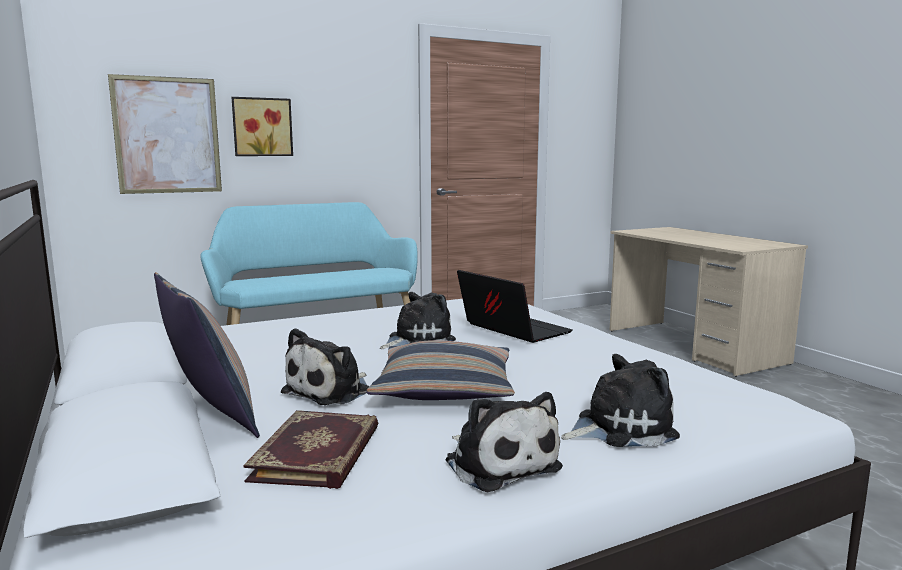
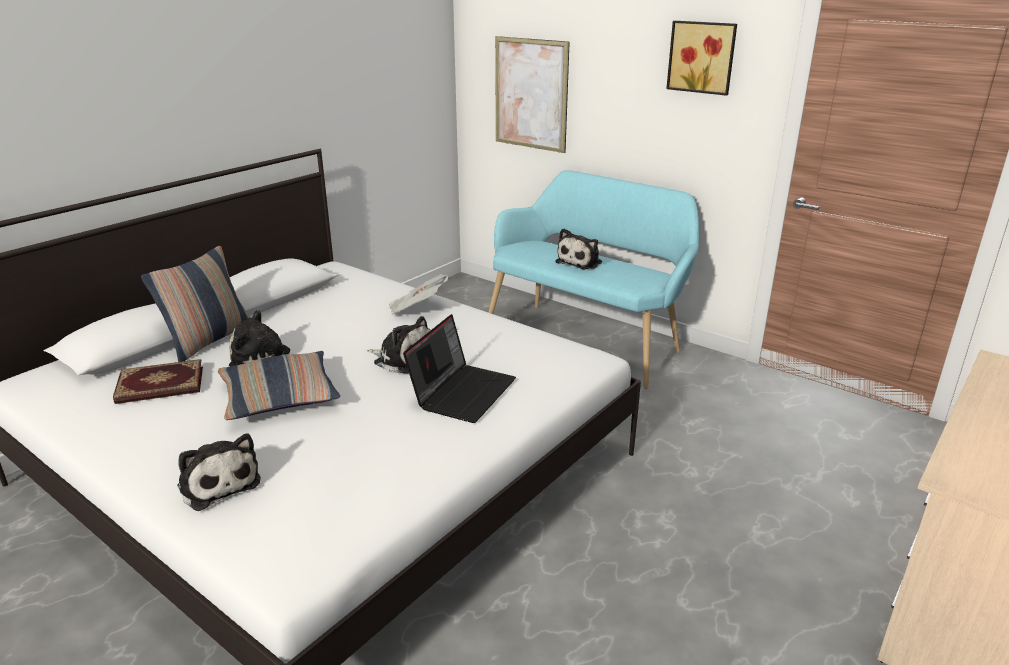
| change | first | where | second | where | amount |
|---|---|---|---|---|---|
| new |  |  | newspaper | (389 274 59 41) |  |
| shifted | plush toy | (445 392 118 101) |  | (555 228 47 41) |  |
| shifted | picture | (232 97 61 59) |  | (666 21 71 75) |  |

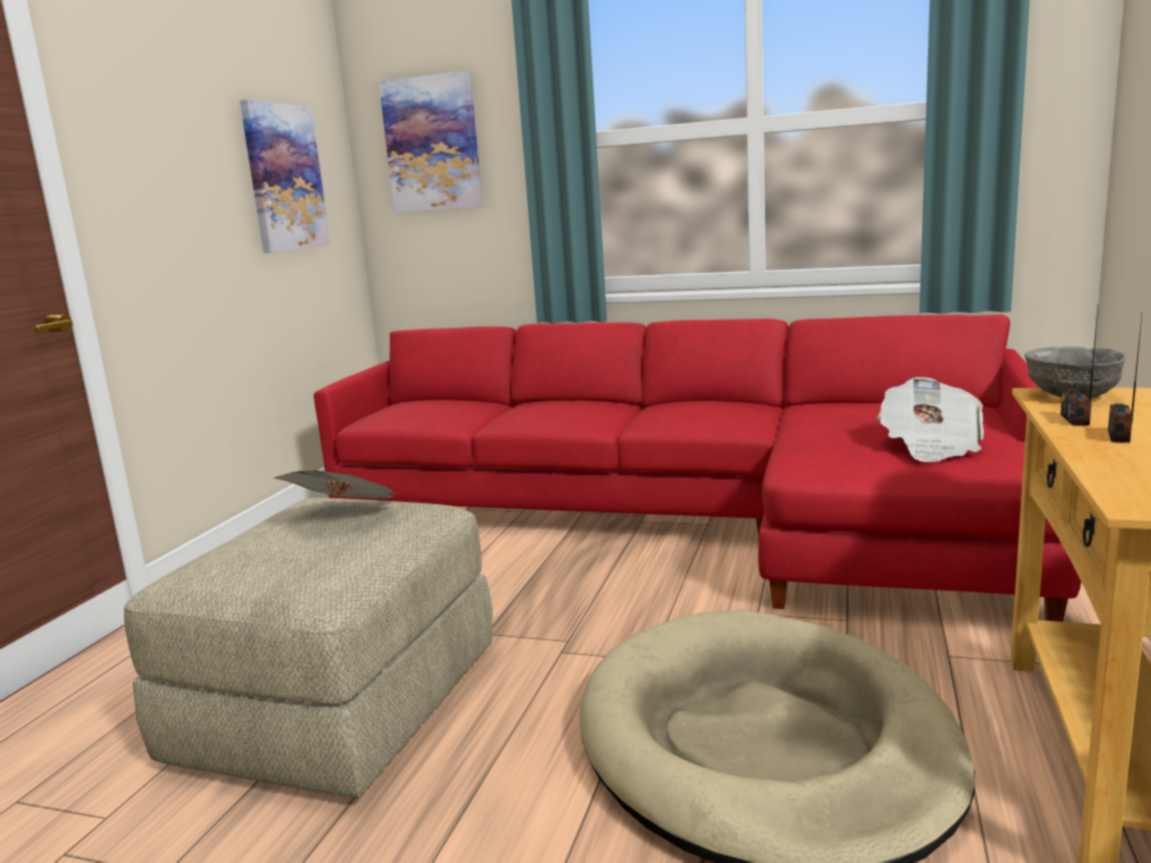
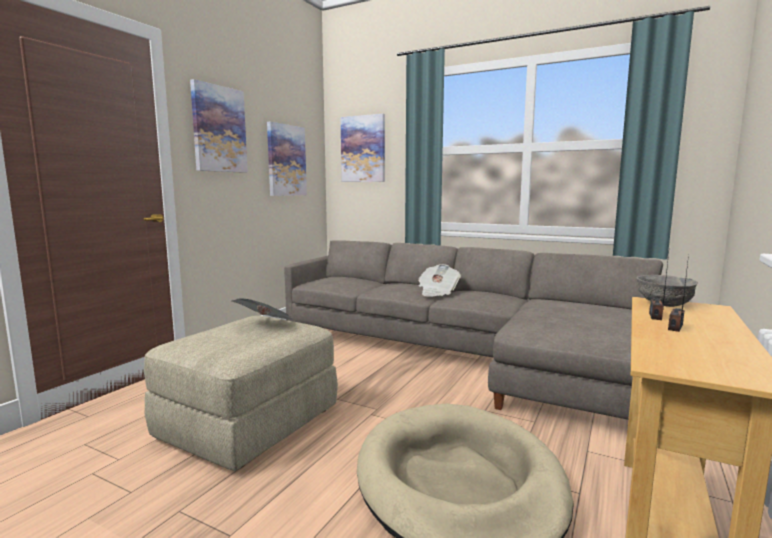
| change | first | where | second | where | amount |
|---|---|---|---|---|---|
| new |  |  | picture | (190 79 58 94) |  |
| repainted | red sofa | (314 314 767 308) | grey sofa | (284 240 379 180) |  |
| shifted | newspaper | (878 377 106 85) |  | (418 264 43 33) |  |

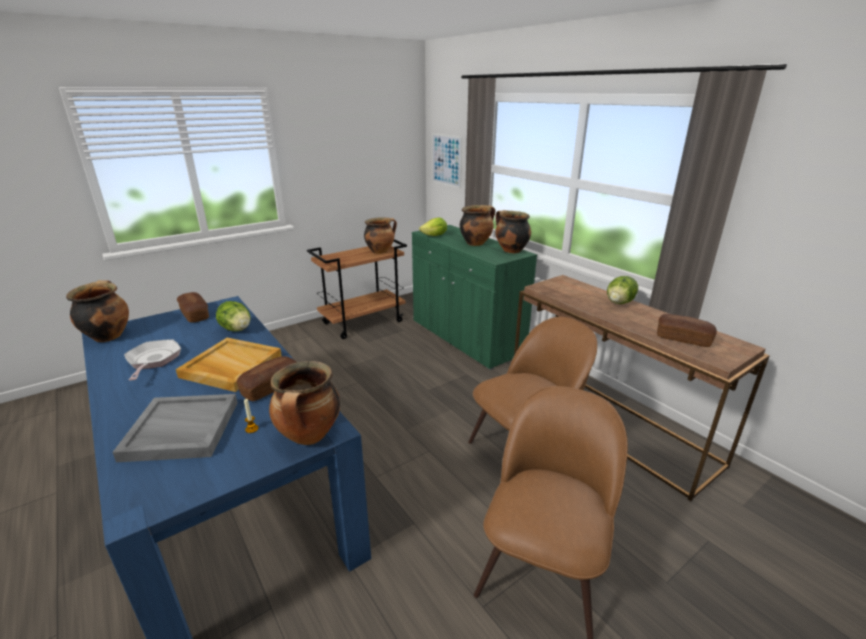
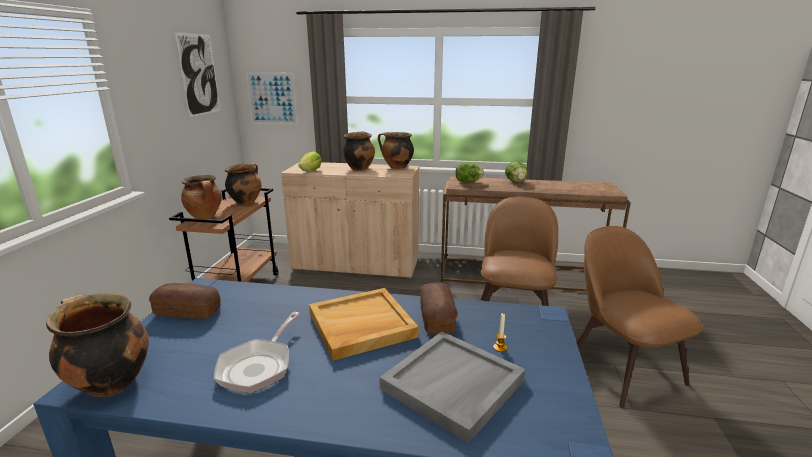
| change | first | where | second | where | amount |
|---|---|---|---|---|---|
| new |  |  | picture | (175 32 46 85) |  |
| shifted | cooking pot | (269 361 71 84) |  | (181 175 41 44) |  |
| rotated | frying pan | (124 339 57 42) |  | (214 312 86 81) | 105 degrees counterclockwise |
| repainted | green cabinet | (412 225 125 145) | beige cabinet | (281 162 138 117) |  |
| shifted | lettuce | (216 301 34 31) |  | (456 162 28 21) |  |
| gone | bread | (657 314 60 33) |  |  |  |

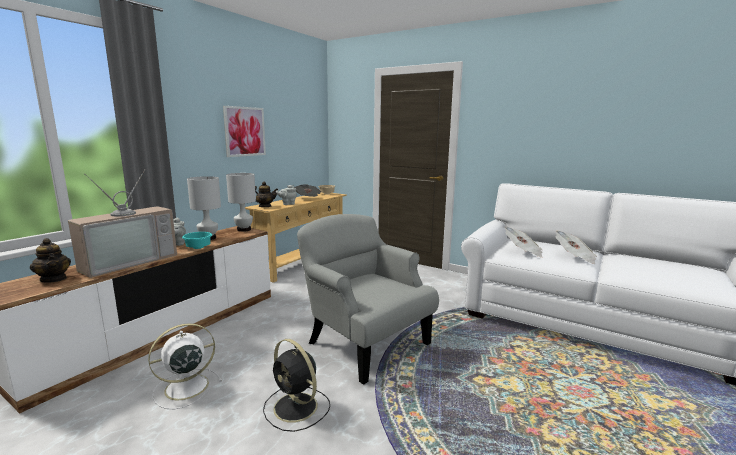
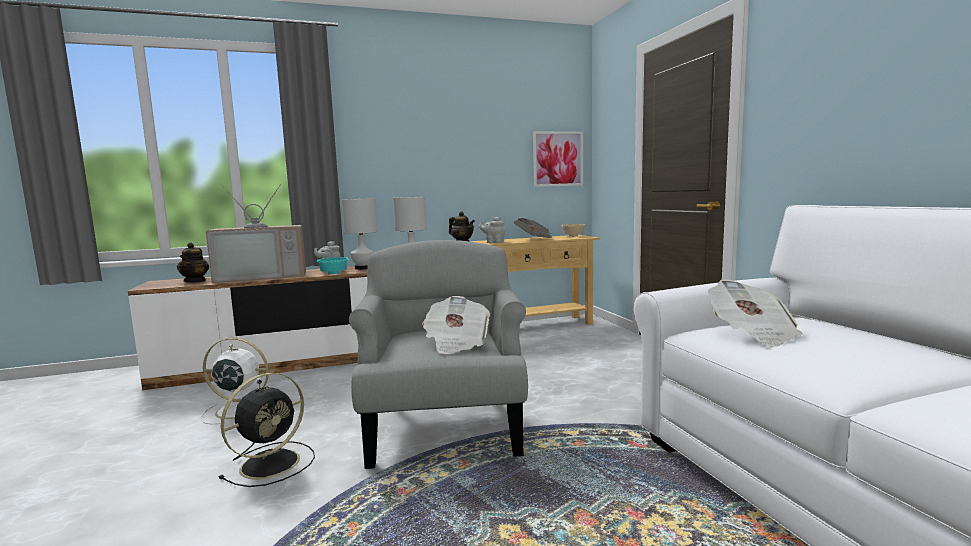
| change | first | where | second | where | amount |
|---|---|---|---|---|---|
| rotated | black fan | (263 339 67 93) |  | (219 373 96 114) | 135 degrees counterclockwise |
| shifted | newspaper | (556 230 41 34) |  | (422 296 68 58) |  |
| shifted | picture | (223 106 43 51) |  | (533 131 50 56) |  |

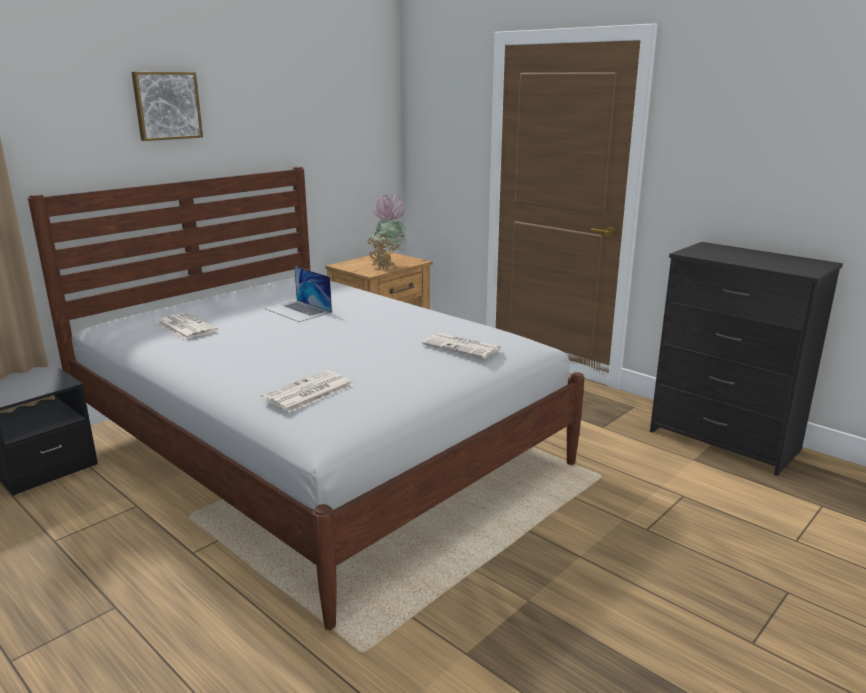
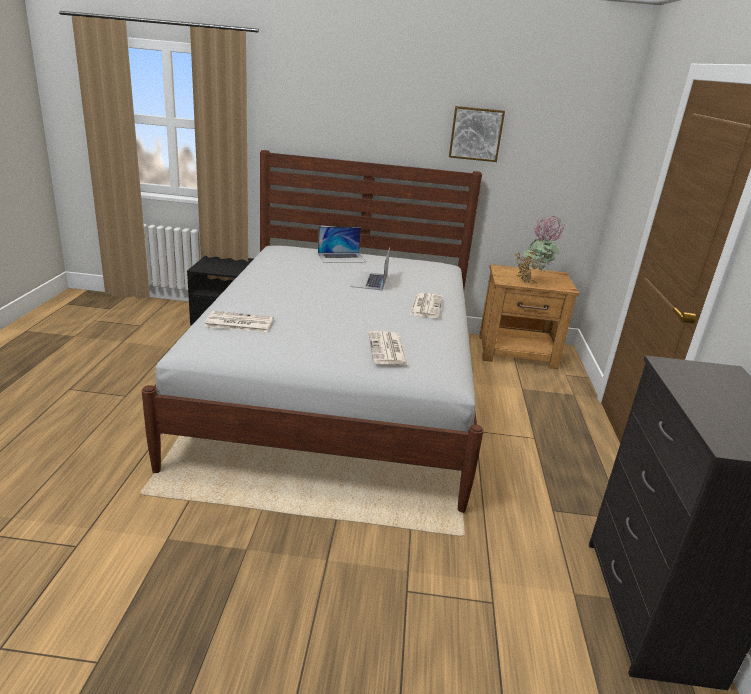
| change | first | where | second | where | amount |
|---|---|---|---|---|---|
| new |  |  | laptop | (318 227 48 36) |  |
| shifted | newspaper | (156 313 62 27) |  | (410 293 33 25) |  |
| shifted | picture | (131 72 72 69) |  | (449 106 56 56) |  |

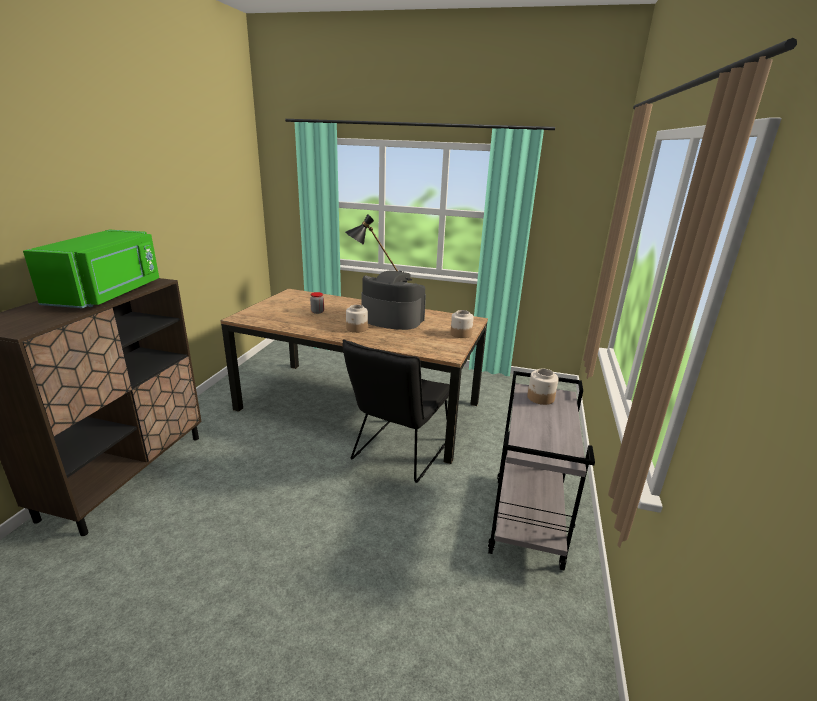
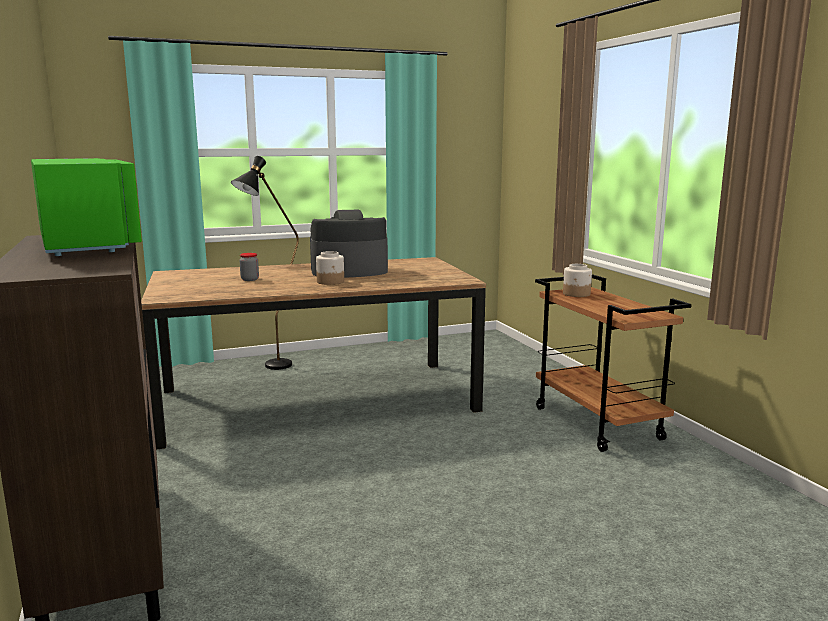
| change | first | where | second | where | amount |
|---|---|---|---|---|---|
| repainted | grey cart | (488 371 107 199) | brown cart | (535 274 156 178) |  |
| gone | black chair | (343 339 107 144) |  |  |  |
| gone | jar | (450 310 24 28) |  |  |  |

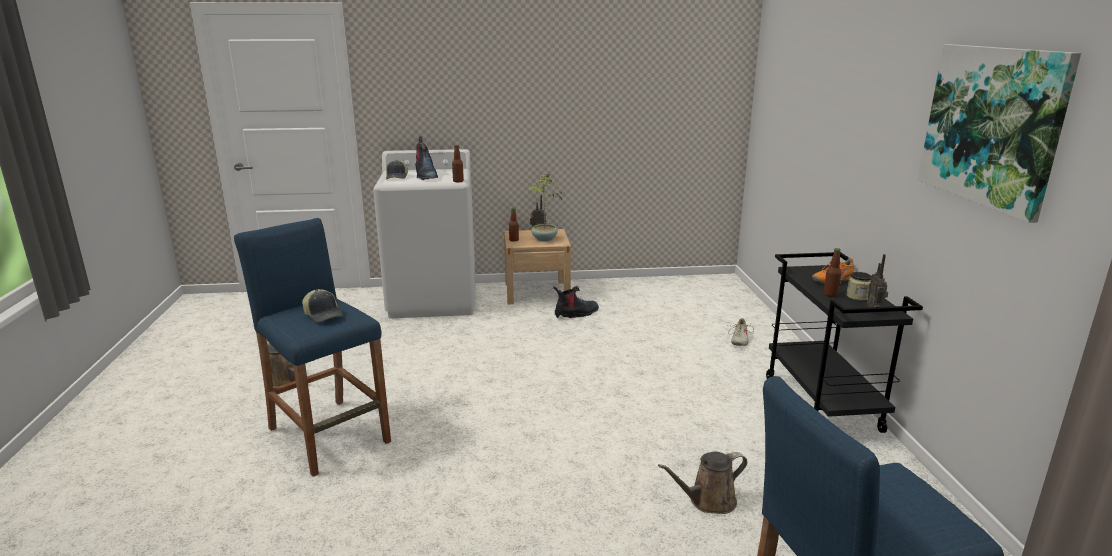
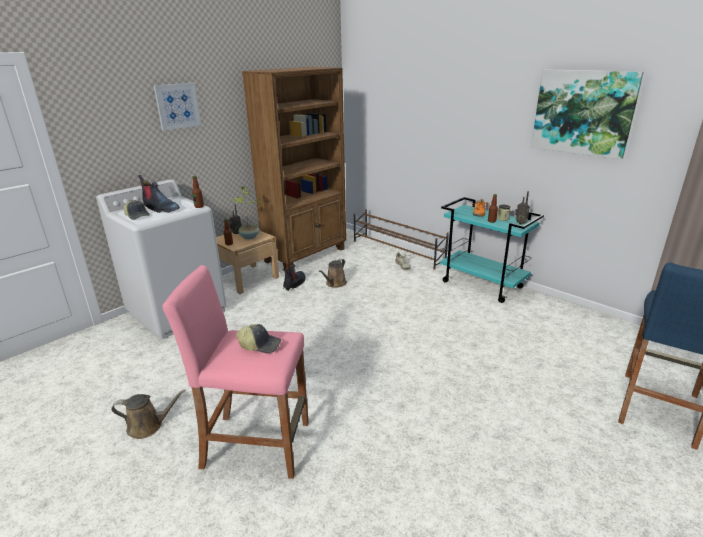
| change | first | where | second | where | amount |
|---|---|---|---|---|---|
| new |  |  | picture | (154 83 47 48) |  |
| repainted | blue stool | (234 218 157 259) | pink stool | (162 265 147 214) |  |
| new |  |  | brown bookcase | (242 67 104 203) |  |
| shifted | brown watering can | (658 452 89 62) |  | (319 259 28 29) |  |
| new |  |  | brown shoe rack | (354 209 95 61) |  |
| repainted | black cart | (766 252 157 181) | turquoise cart | (440 197 104 106) |  |

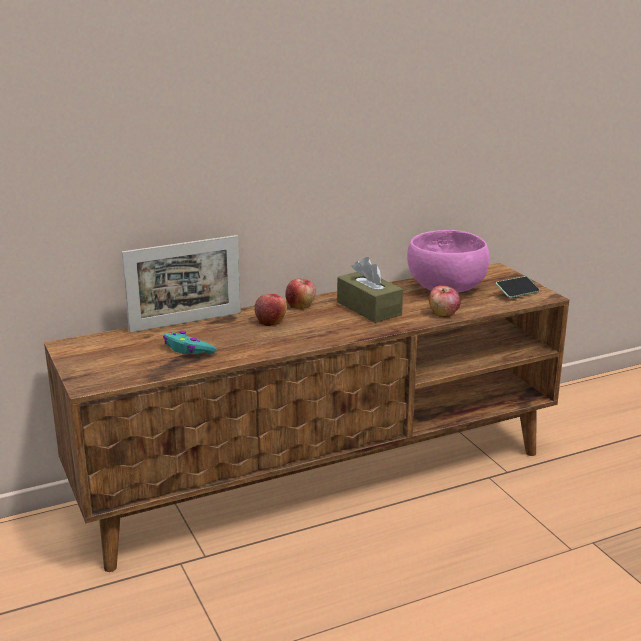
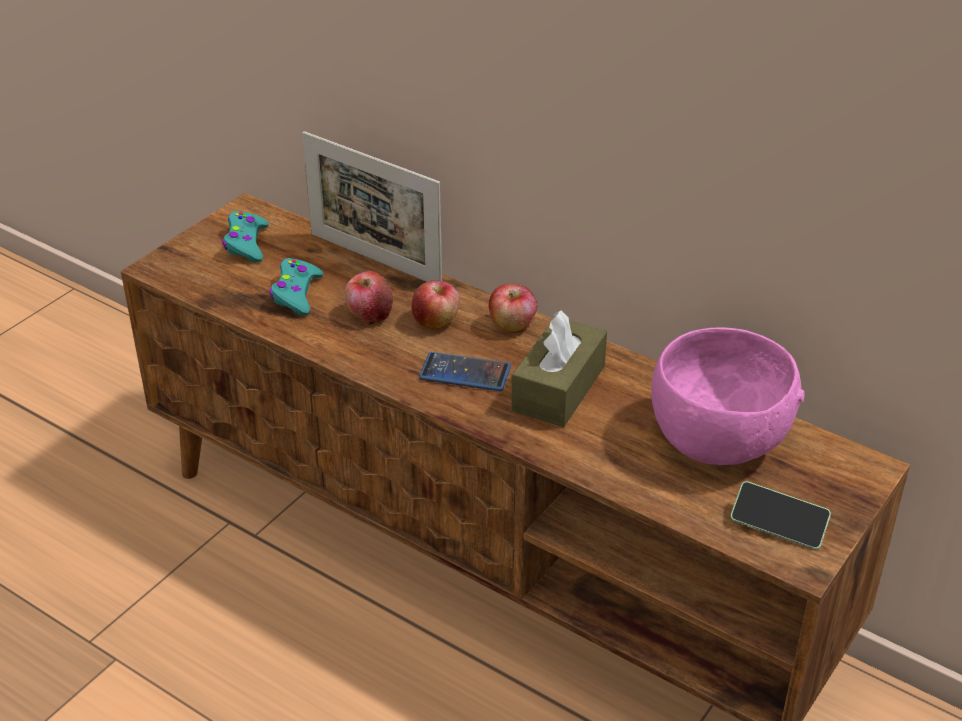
| change | first | where | second | where | amount |
|---|---|---|---|---|---|
| new |  |  | turquoise game controller | (222 211 47 51) |  |
| shifted | apple | (429 285 32 32) |  | (345 271 48 54) |  |
| new |  |  | phone | (419 352 92 39) |  |

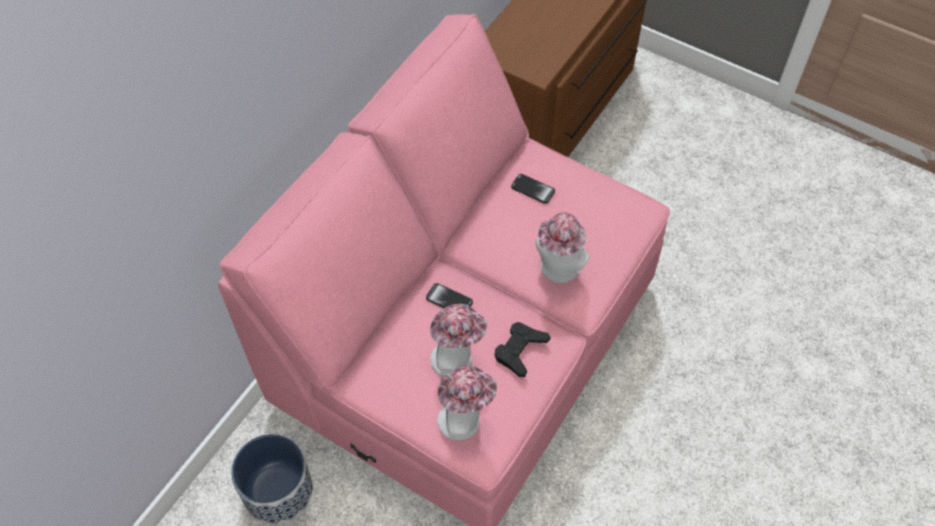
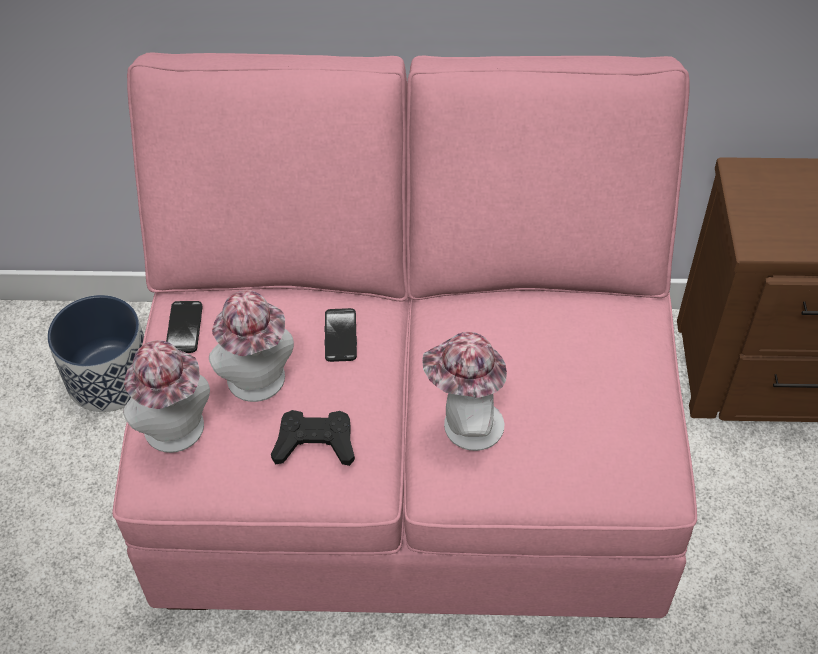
| change | first | where | second | where | amount |
|---|---|---|---|---|---|
| shifted | phone | (511 174 44 30) |  | (166 301 37 52) |  |

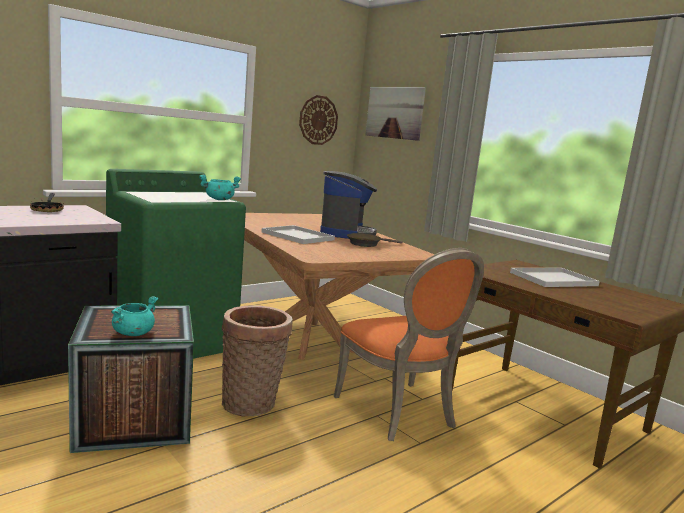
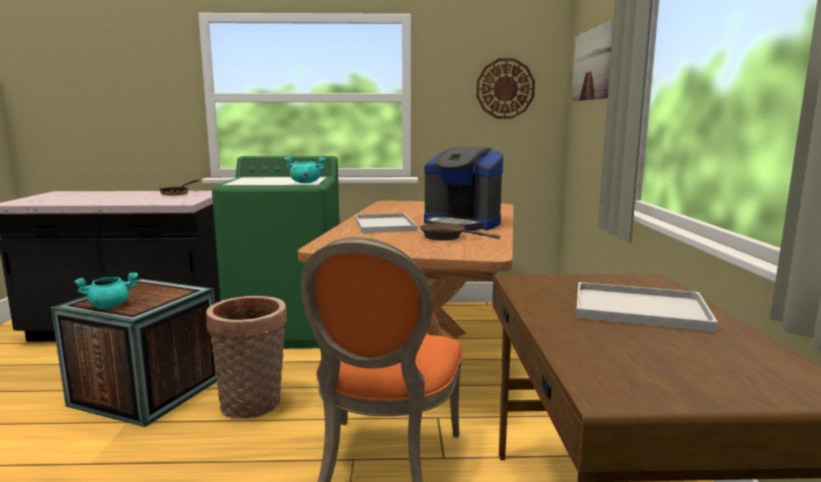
| change | first | where | second | where | amount |
|---|---|---|---|---|---|
| rotated | coffee machine | (320 171 57 68) |  | (424 147 79 84) | 75 degrees clockwise |

